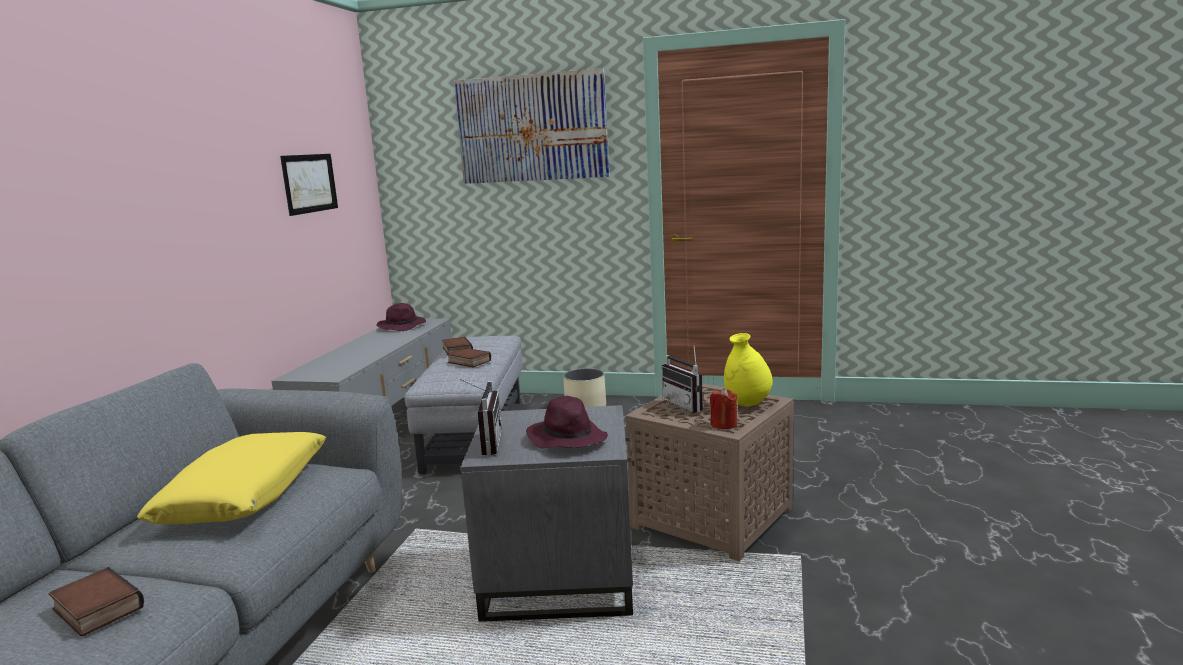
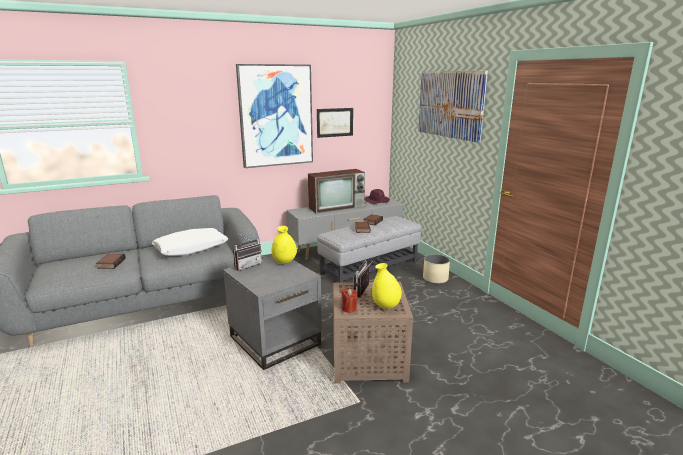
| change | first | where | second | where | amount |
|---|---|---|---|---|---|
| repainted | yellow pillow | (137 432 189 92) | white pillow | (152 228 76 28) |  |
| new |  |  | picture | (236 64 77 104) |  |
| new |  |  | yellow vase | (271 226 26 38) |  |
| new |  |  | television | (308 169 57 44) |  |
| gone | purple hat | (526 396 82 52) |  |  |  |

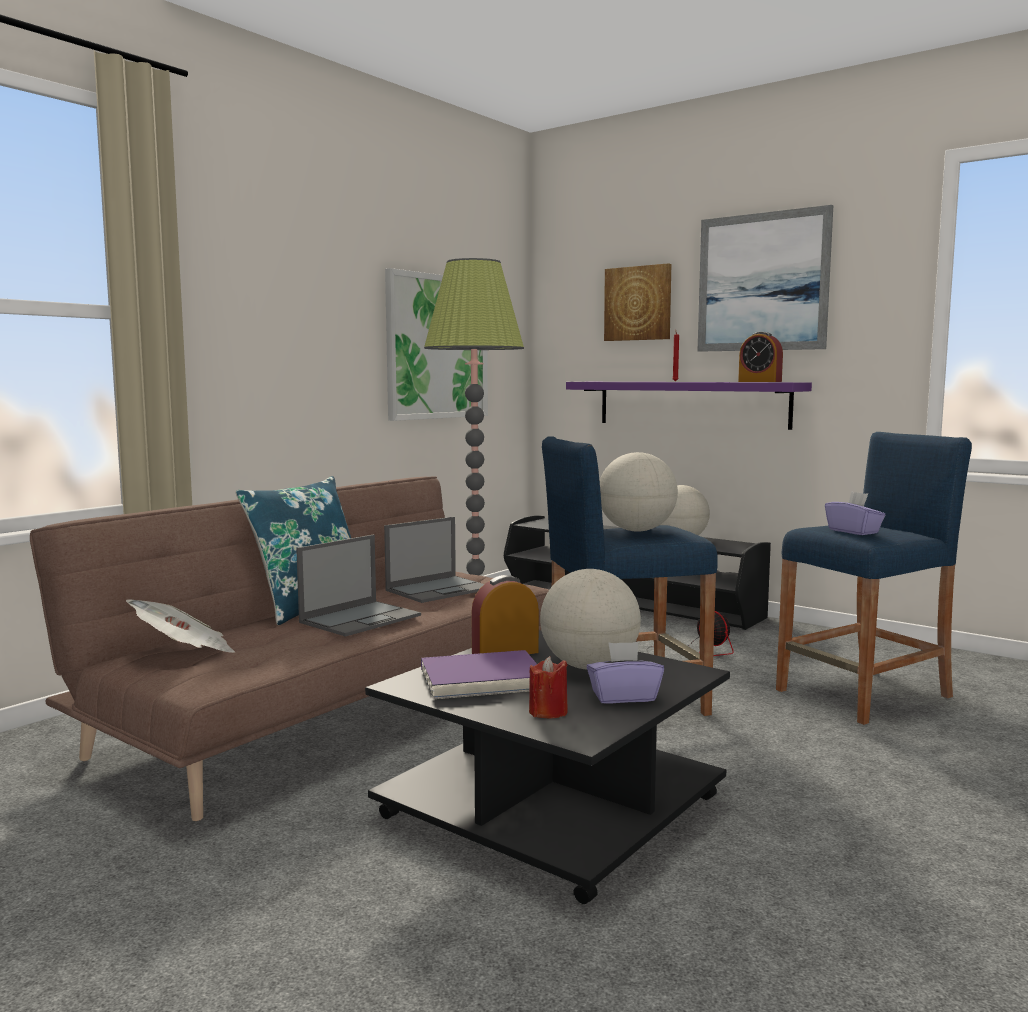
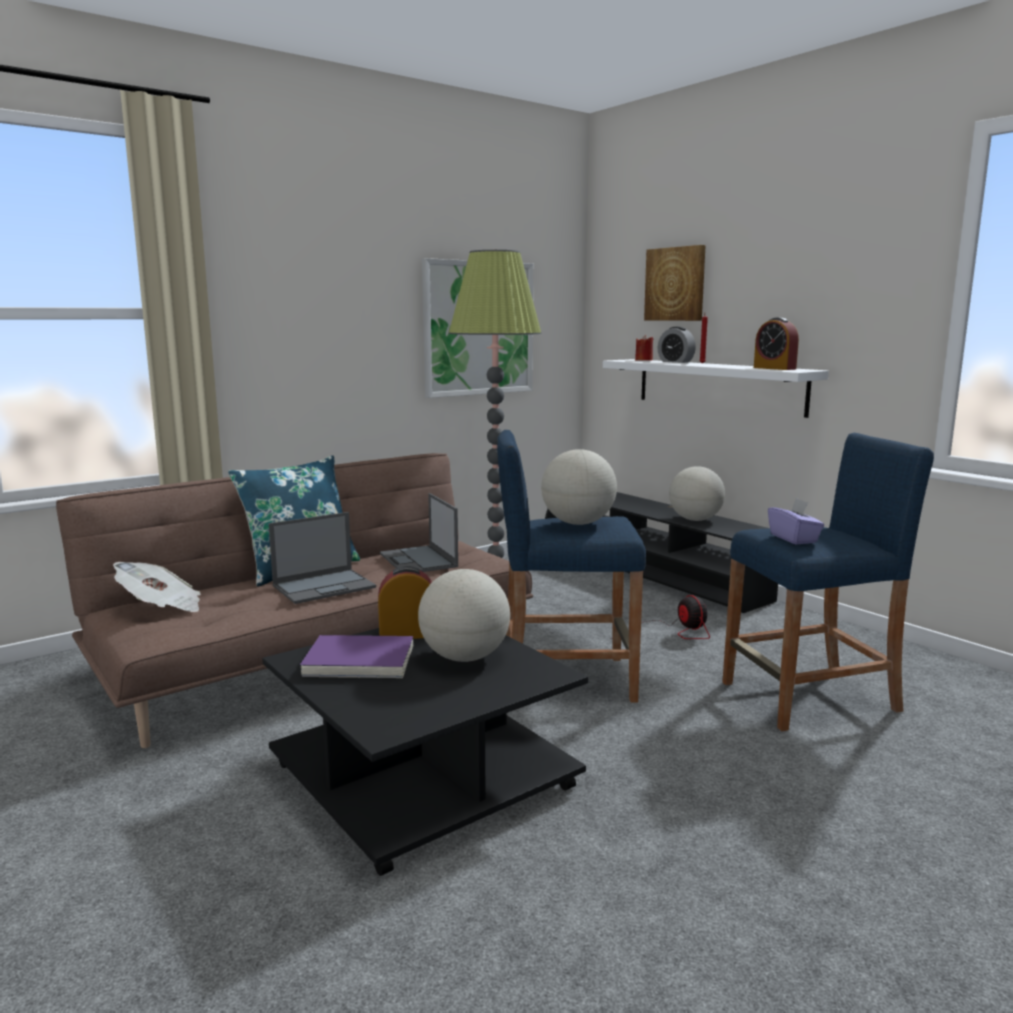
| change | first | where | second | where | amount |
|---|---|---|---|---|---|
| rotated | laptop | (384 517 100 86) |  | (380 493 78 79) | 90 degrees clockwise |
| repainted | purple shelf | (566 382 246 48) | white shelf | (603 359 226 59) |  |
| shifted | red candle | (529 656 39 62) |  | (635 335 18 26) |  |
| new |  |  | alarm clock | (658 327 38 36) |  |
| gone | purple tissue box | (587 642 77 62) |  |  |  |
| gone | picture | (698 205 135 147) |  |  |  |

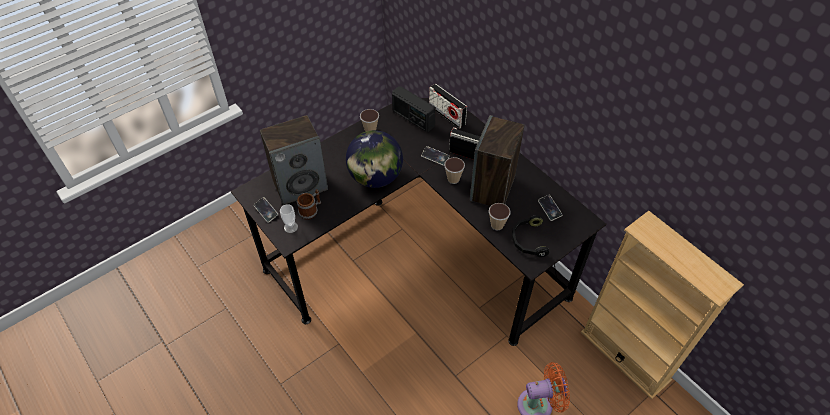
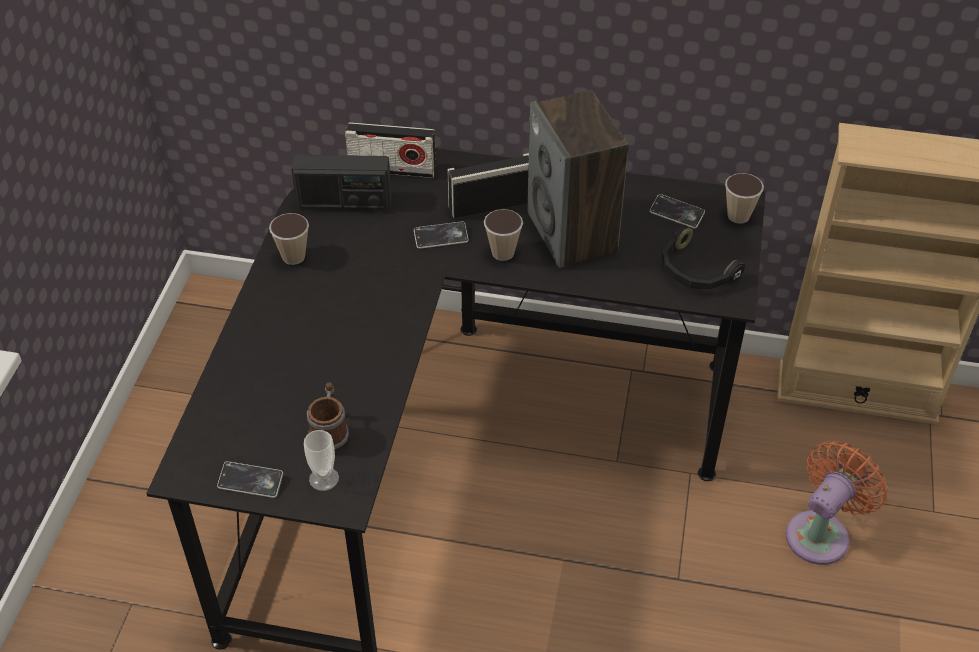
| change | first | where | second | where | amount |
|---|---|---|---|---|---|
| shifted | cup | (489 203 22 27) |  | (725 173 39 51) |  |
| gone | speaker | (260 115 68 90) |  |  |  |
| gone | globe | (346 130 57 58) |  |  |  |

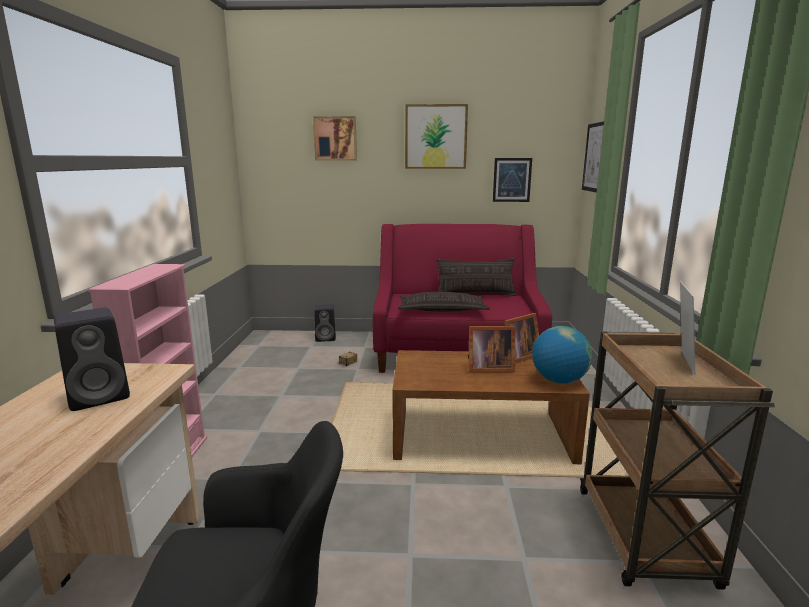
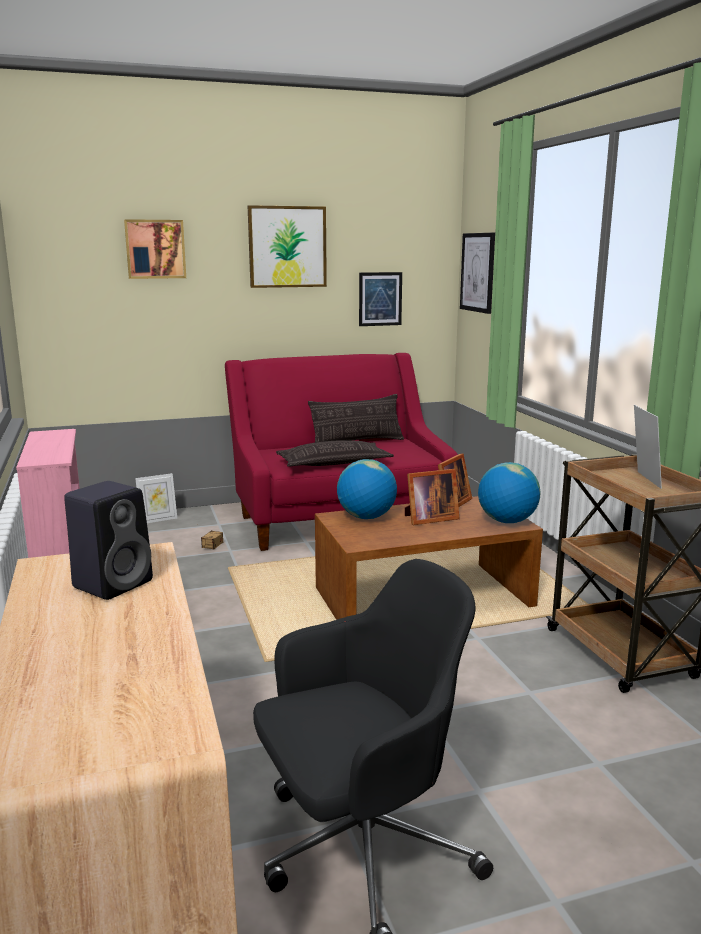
| change | first | where | second | where | amount |
|---|---|---|---|---|---|
| swapped | black speaker | (314 304 22 38) | picture frame | (135 473 42 50) |  |
| new |  |  | globe | (337 459 60 60) |  |

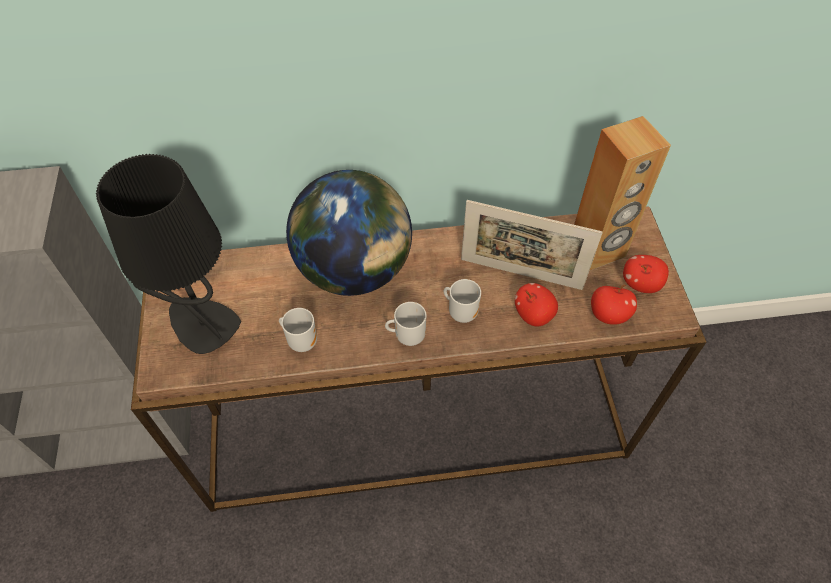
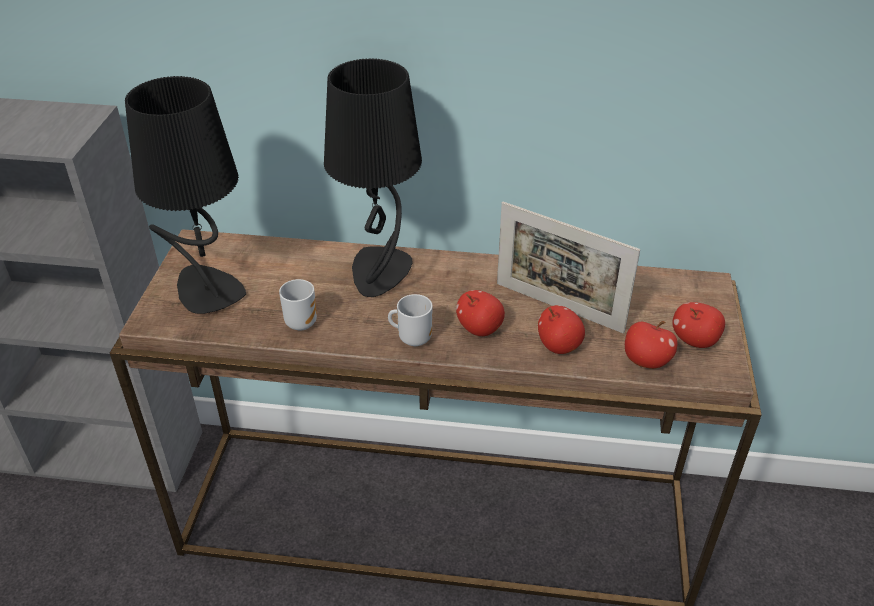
| change | first | where | second | where | amount |
|---|---|---|---|---|---|
| swapped | globe | (286 170 126 126) | black table lamp | (324 58 98 239) |  |
| swapped | mug | (444 279 37 44) | apple | (456 290 49 46) |  |
| gone | brown speaker | (574 116 97 155) |  |  |  |

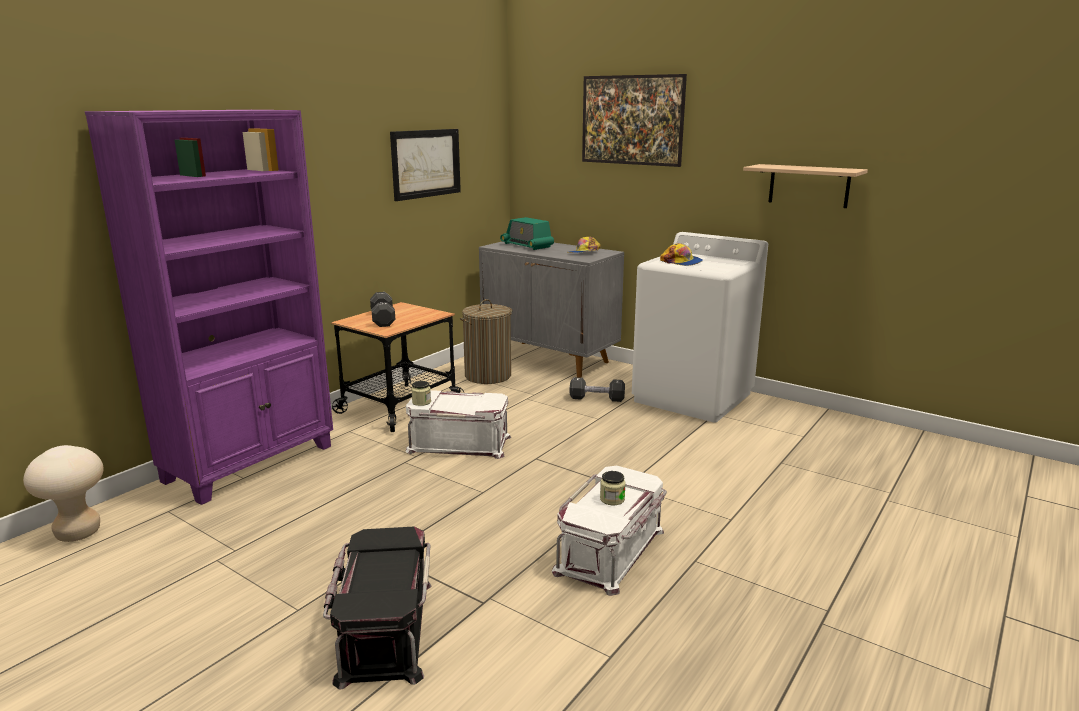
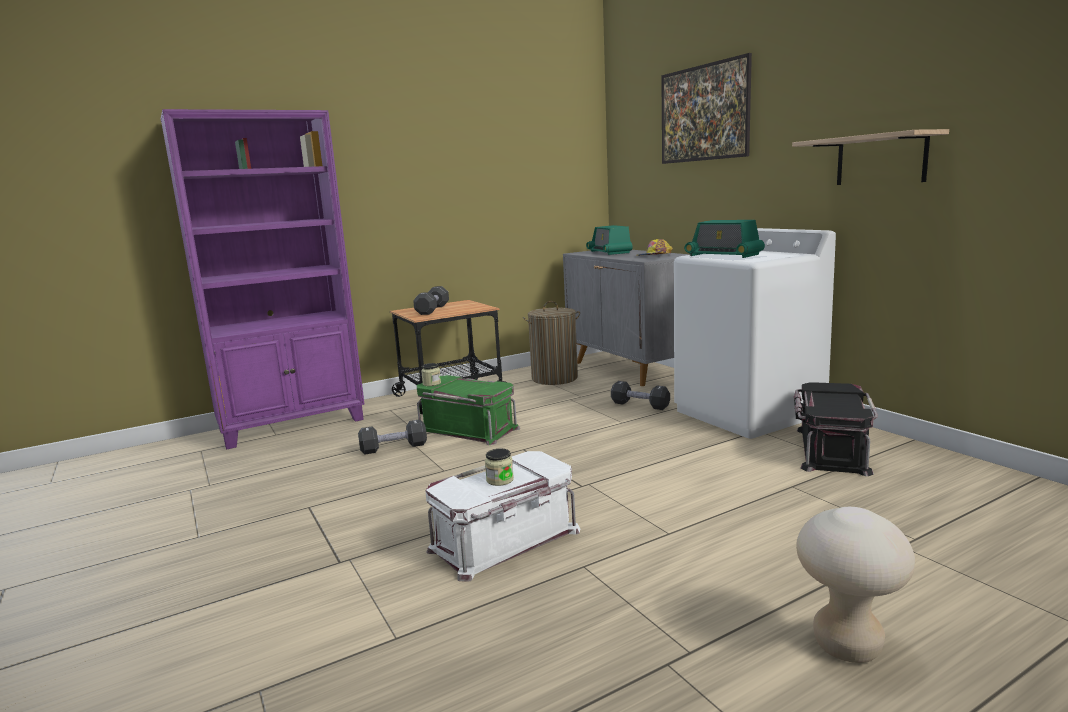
| change | first | where | second | where | amount |
|---|---|---|---|---|---|
| new |  |  | black dumbbell | (358 419 69 35) |  |
| repainted | white storage box | (406 390 105 69) | green storage box | (417 375 103 70) |  |
| swapped | cap | (660 243 43 23) | radio | (684 220 81 38) |  |
| shifted | black storage box | (323 526 108 164) |  | (794 382 84 94) |  |
| shifted | beige stool | (23 445 81 97) |  | (796 507 119 156) |  |
| gone | picture | (390 129 71 72) |  |  |  |

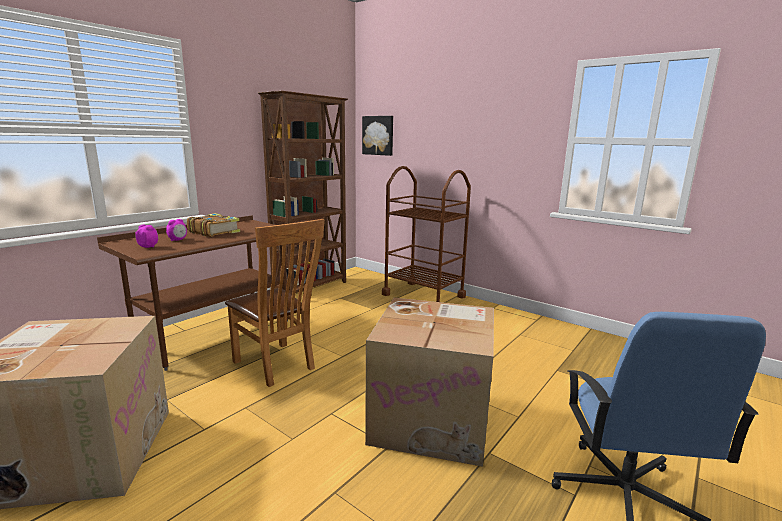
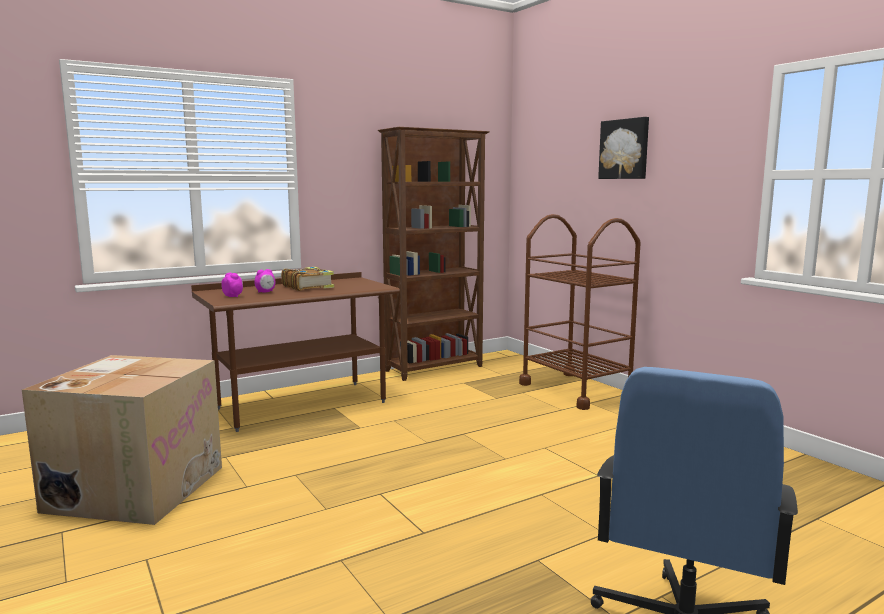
| change | first | where | second | where | amount |
|---|---|---|---|---|---|
| shifted | picture | (362 116 31 40) |  | (598 117 51 62) |  |
| gone | brown chair | (225 219 100 168) |  |  |  |
| gone | cardboard box | (365 298 129 169) |  |  |  |

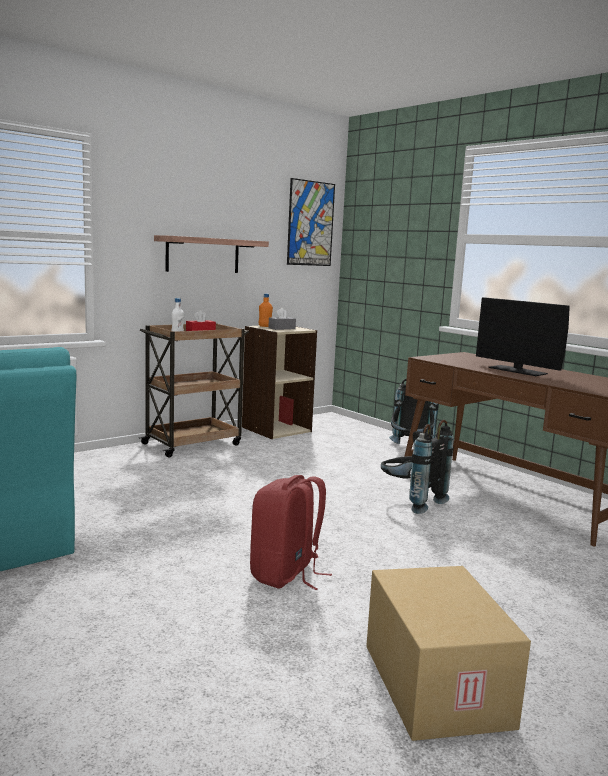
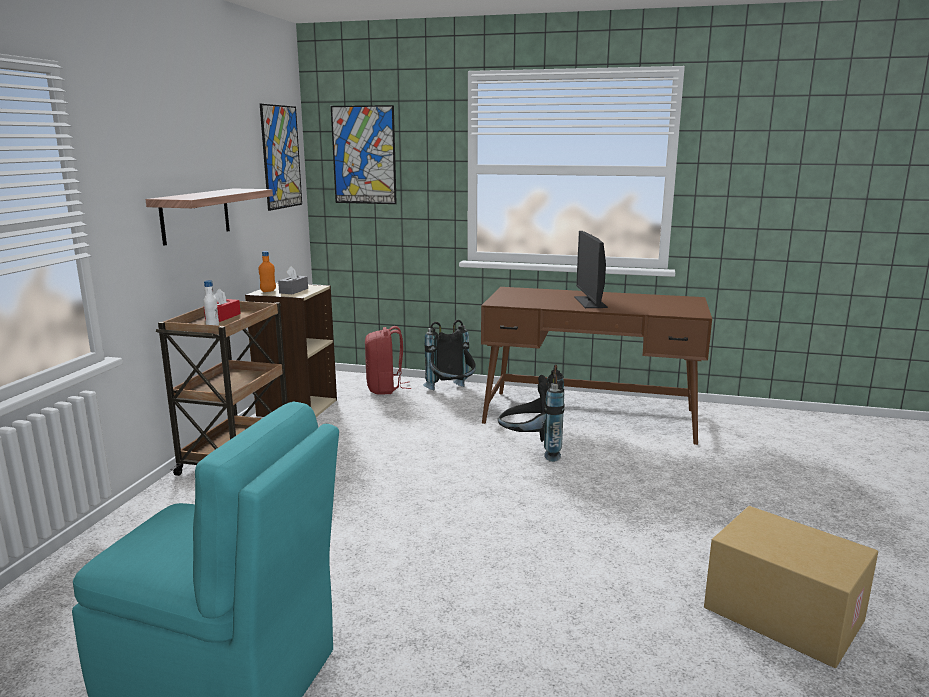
| change | first | where | second | where | amount |
|---|---|---|---|---|---|
| new |  |  | picture | (331 105 66 99) |  |
| shifted | red backpack | (250 475 82 115) |  | (365 326 47 69) |  |
| rotated | monitor | (476 297 94 79) |  | (574 231 34 77) | 75 degrees clockwise |

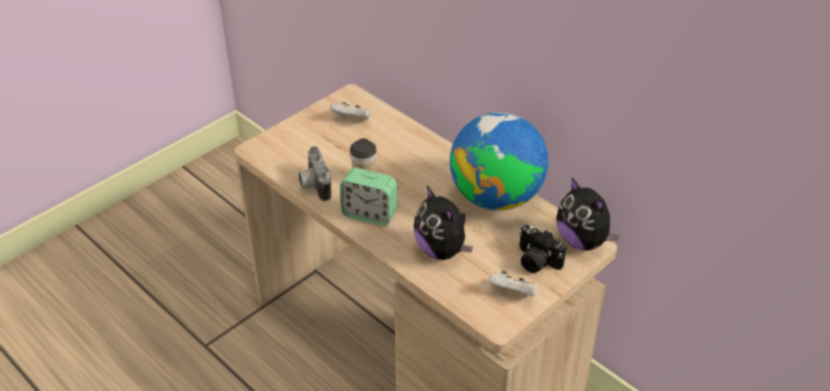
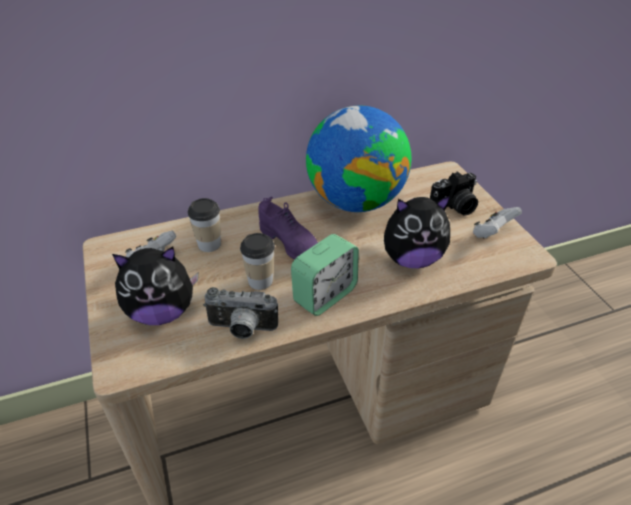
| change | first | where | second | where | amount |
|---|---|---|---|---|---|
| shifted | plush toy | (556 178 64 72) |  | (112 246 86 79) |  |
| new |  |  | cup | (188 198 33 54) |  |
| new |  |  | purple shoe | (259 197 59 63) |  |

